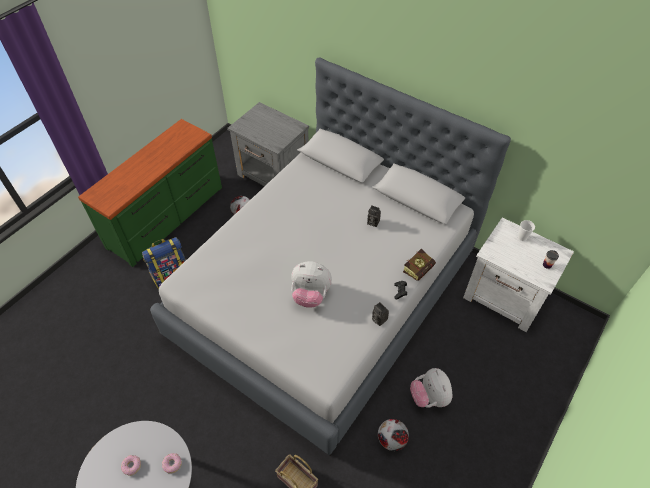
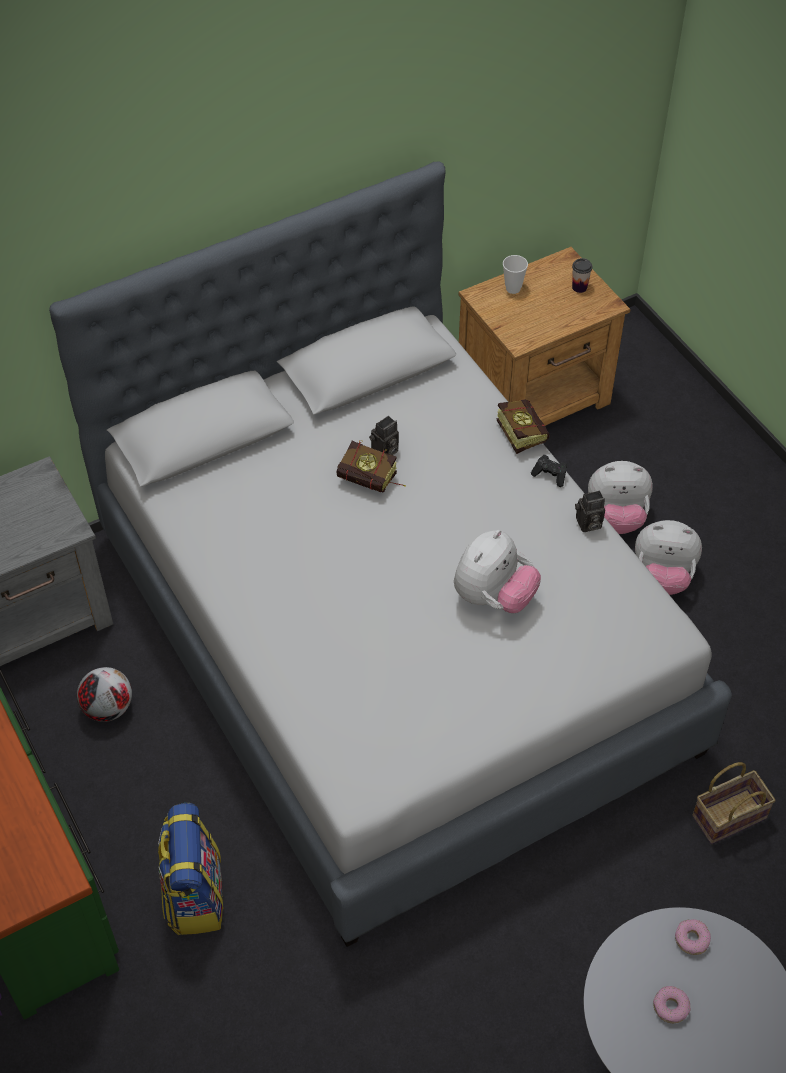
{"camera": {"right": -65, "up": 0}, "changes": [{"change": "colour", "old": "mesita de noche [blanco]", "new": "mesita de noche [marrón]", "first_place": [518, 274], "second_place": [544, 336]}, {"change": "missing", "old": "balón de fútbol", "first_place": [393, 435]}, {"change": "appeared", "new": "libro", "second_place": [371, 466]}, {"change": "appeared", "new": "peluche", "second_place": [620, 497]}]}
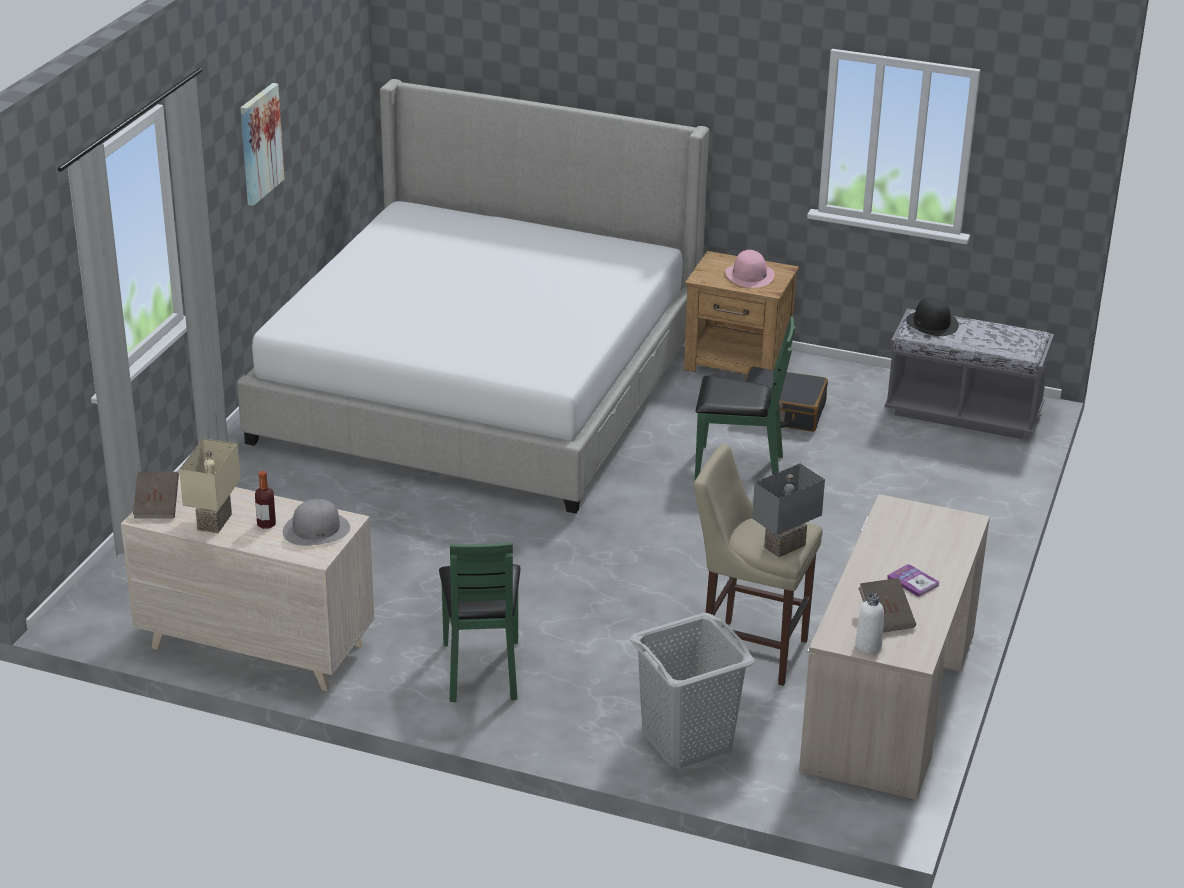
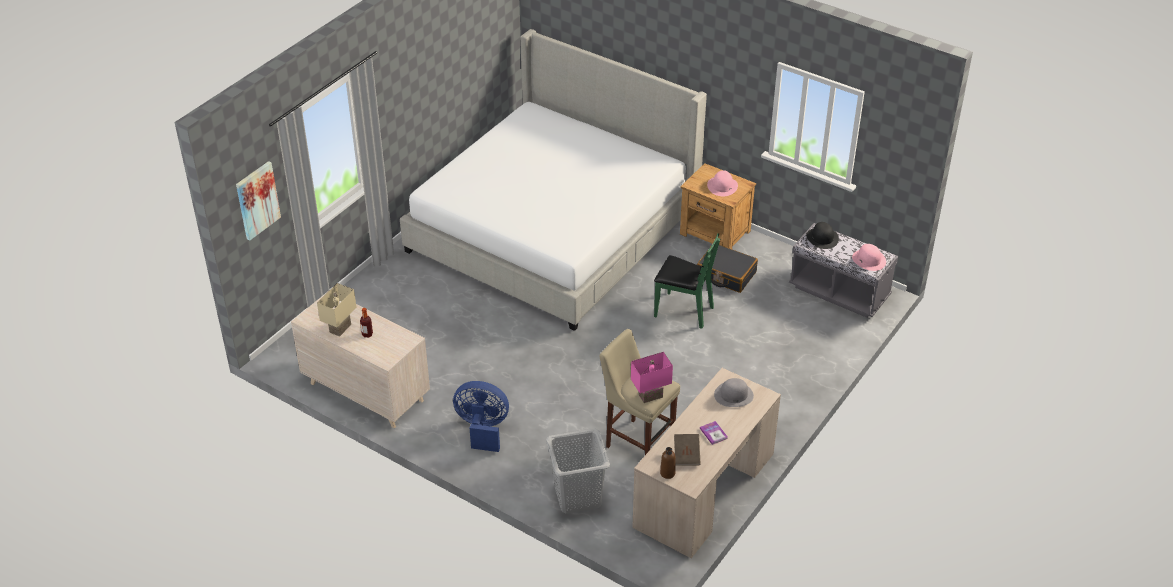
{"camera": {"right": 15, "up": 10}, "changes": [{"change": "relocated", "old": "cuadro", "first_place": [262, 144], "second_place": [258, 201]}, {"change": "colour", "old": "lámpara de mesa [gris]", "new": "lámpara de mesa [rosa]", "first_place": [788, 510], "second_place": [652, 377]}, {"change": "missing", "old": "libro [marrón]", "first_place": [156, 495]}, {"change": "relocated", "old": "sombrero [gris]", "first_place": [316, 522], "second_place": [734, 392]}, {"change": "exchanged", "old": "silla [verde]", "new": "ventilador [azul]", "first_place": [480, 622], "second_place": [481, 416]}, {"change": "colour", "old": "botella [blanco]", "new": "botella [marrón]", "first_place": [869, 623], "second_place": [668, 463]}, {"change": "appeared", "new": "sombrero [rosa]", "second_place": [869, 257]}]}
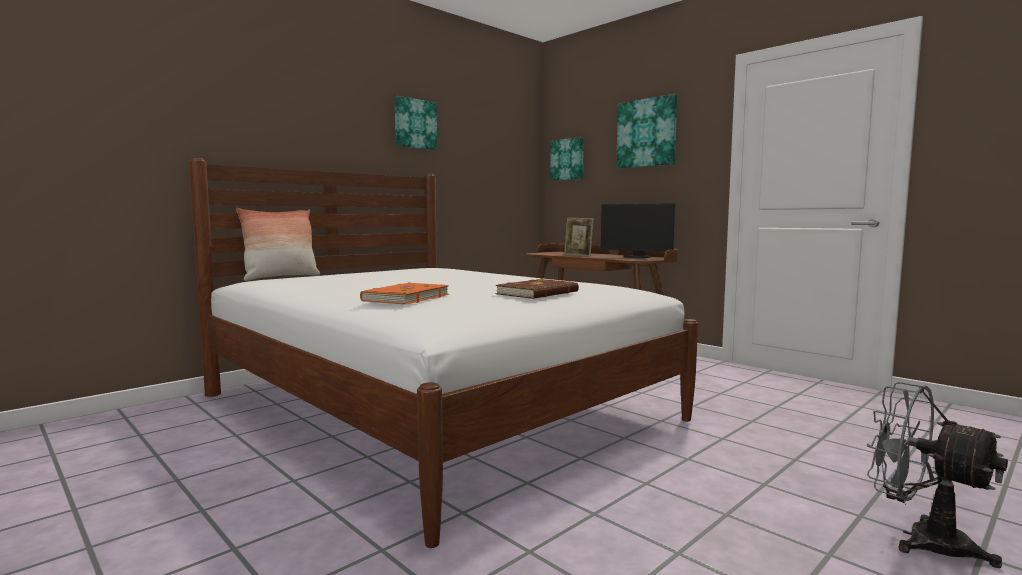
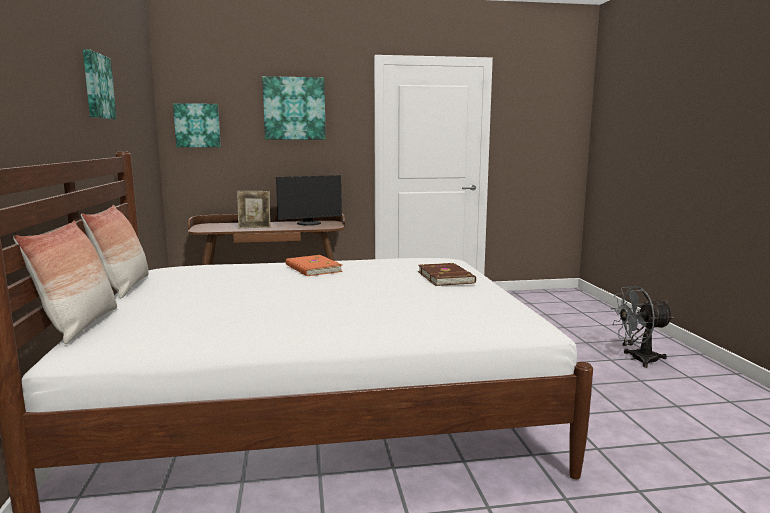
{"camera": {"right": -55, "up": 5}, "changes": [{"change": "relocated", "old": "libro [naranja]", "first_place": [404, 293], "second_place": [314, 265]}, {"change": "appeared", "new": "cojín", "second_place": [115, 251]}]}
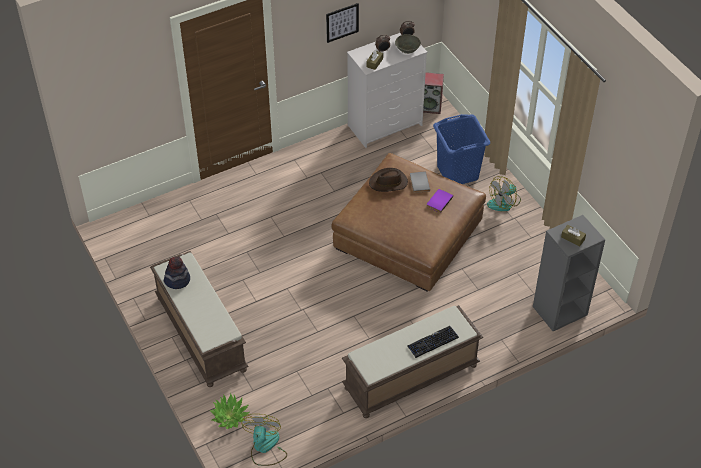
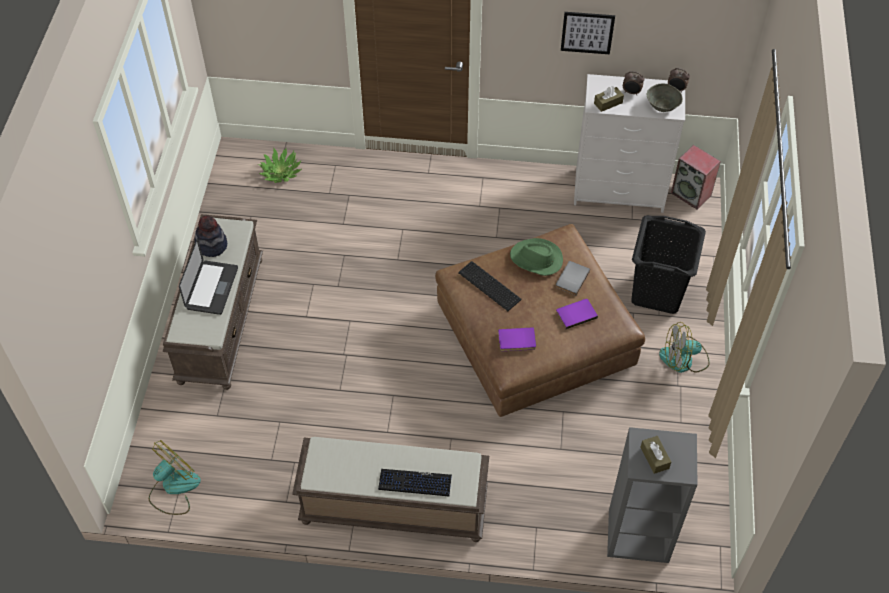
{"camera": {"right": 35, "up": 5}, "changes": [{"change": "colour", "old": "cesto de la ropa [azul]", "new": "cesto de la ropa [negro]", "first_place": [461, 149], "second_place": [669, 264]}, {"change": "colour", "old": "sombrero [marrón]", "new": "sombrero [verde]", "first_place": [388, 180], "second_place": [536, 257]}, {"change": "relocated", "old": "planta en maceta", "first_place": [229, 411], "second_place": [280, 166]}, {"change": "appeared", "new": "portátil", "second_place": [208, 276]}, {"change": "appeared", "new": "teclado", "second_place": [490, 286]}, {"change": "appeared", "new": "libro [morado]", "second_place": [517, 339]}]}
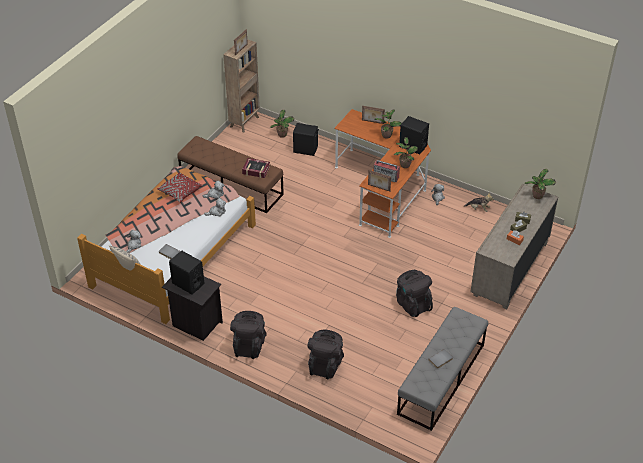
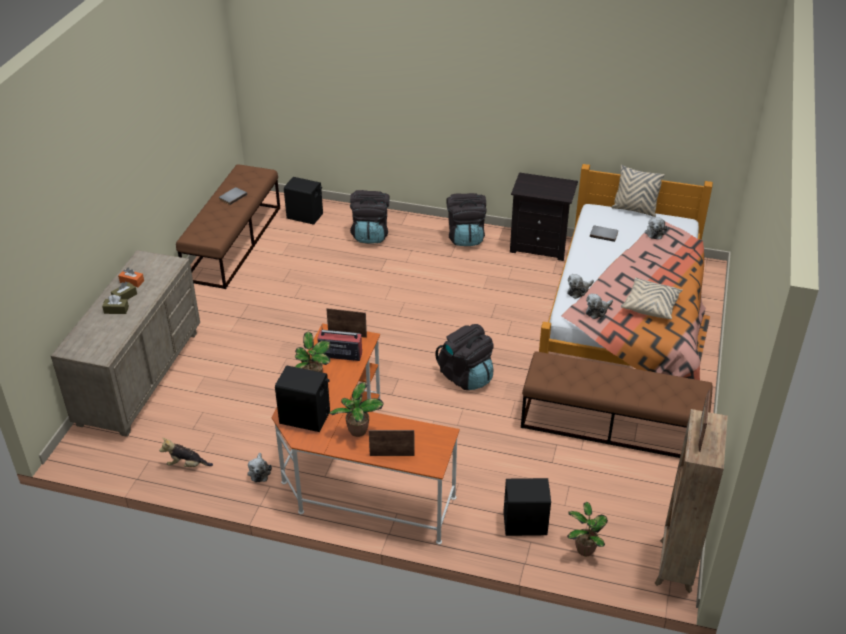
{"camera": {"right": 165, "up": -5}, "changes": [{"change": "missing", "old": "libro", "first_place": [256, 168]}, {"change": "missing", "old": "planta en maceta", "first_place": [540, 184]}, {"change": "colour", "old": "cojín [rojo]", "new": "cojín [beis]", "first_place": [180, 188], "second_place": [652, 298]}, {"change": "relocated", "old": "altavoz [negro]", "first_place": [186, 272], "second_place": [303, 201]}, {"change": "relocated", "old": "mochila [negro]", "first_place": [414, 293], "second_place": [464, 357]}, {"change": "colour", "old": "banco [gris]", "new": "banco [marrón]", "first_place": [442, 369], "second_place": [228, 226]}]}
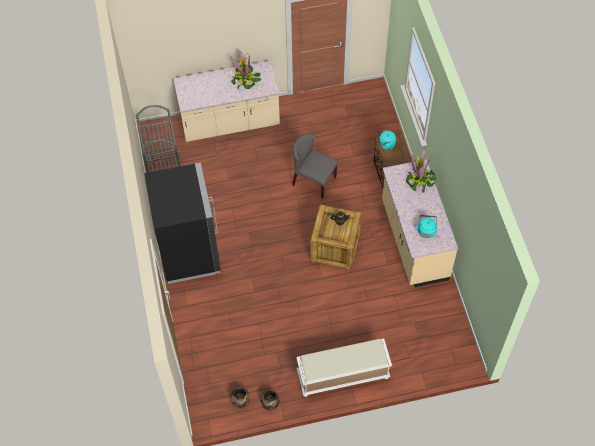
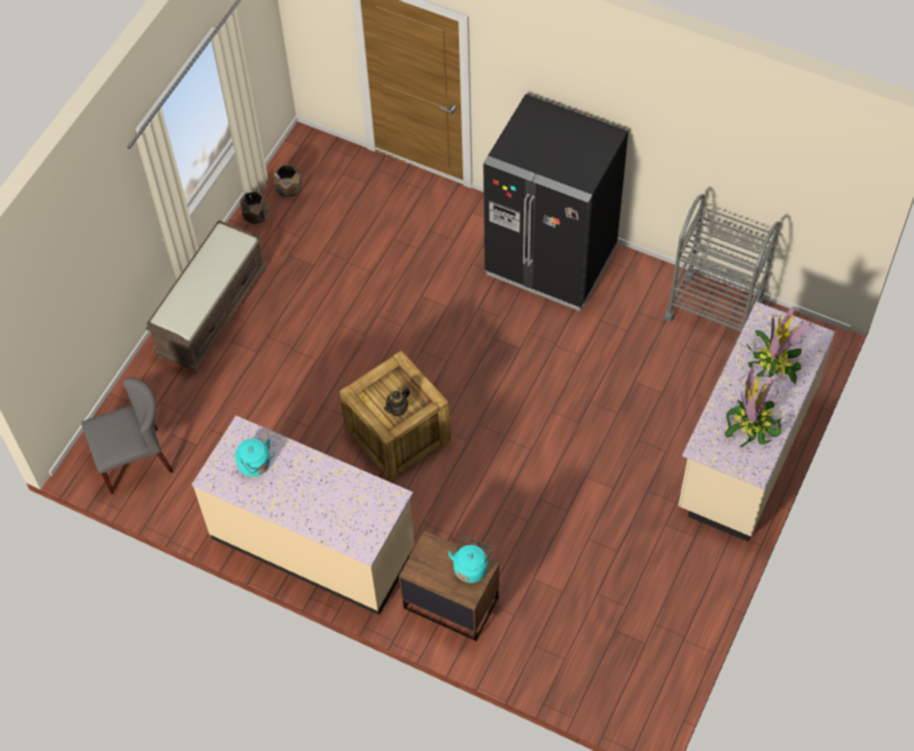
{"camera": {"right": 130, "up": 0}, "changes": [{"change": "relocated", "old": "silla [gris]", "first_place": [315, 166], "second_place": [128, 435]}, {"change": "relocated", "old": "planta en maceta", "first_place": [421, 171], "second_place": [778, 345]}, {"change": "colour", "old": "banco [blanco]", "new": "banco [marrón]", "first_place": [344, 367], "second_place": [206, 297]}]}
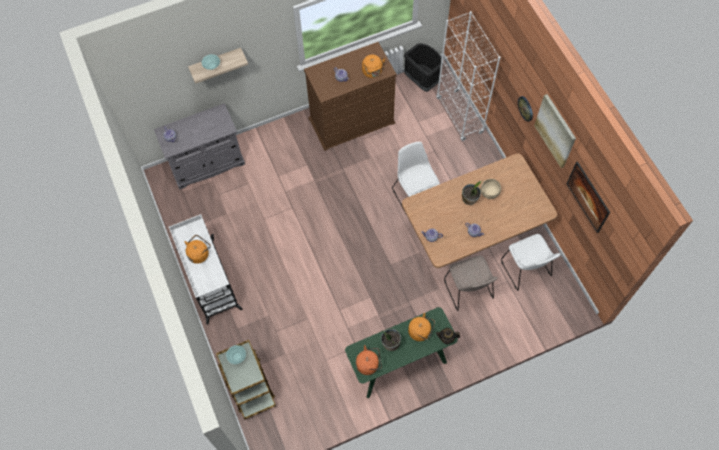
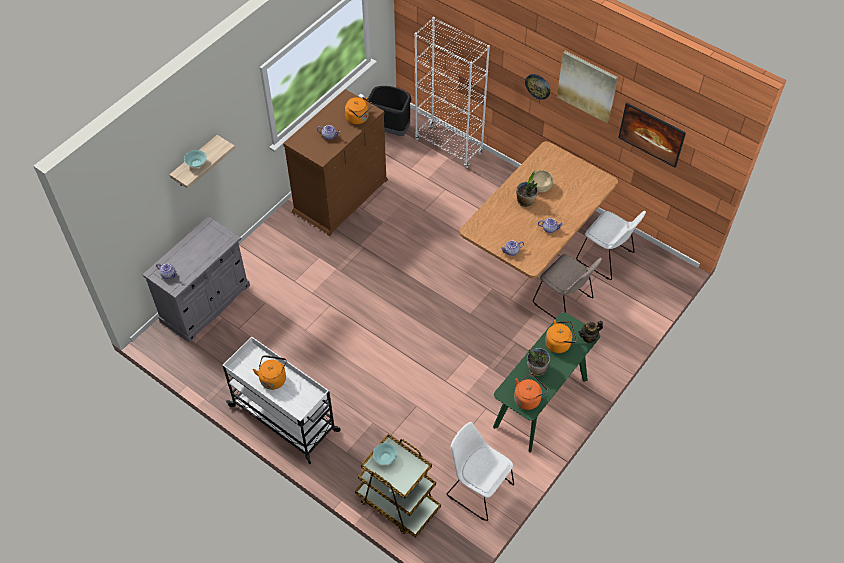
{"camera": {"right": -30, "up": -10}, "changes": [{"change": "relocated", "old": "silla [blanco]", "first_place": [416, 178], "second_place": [480, 471]}]}
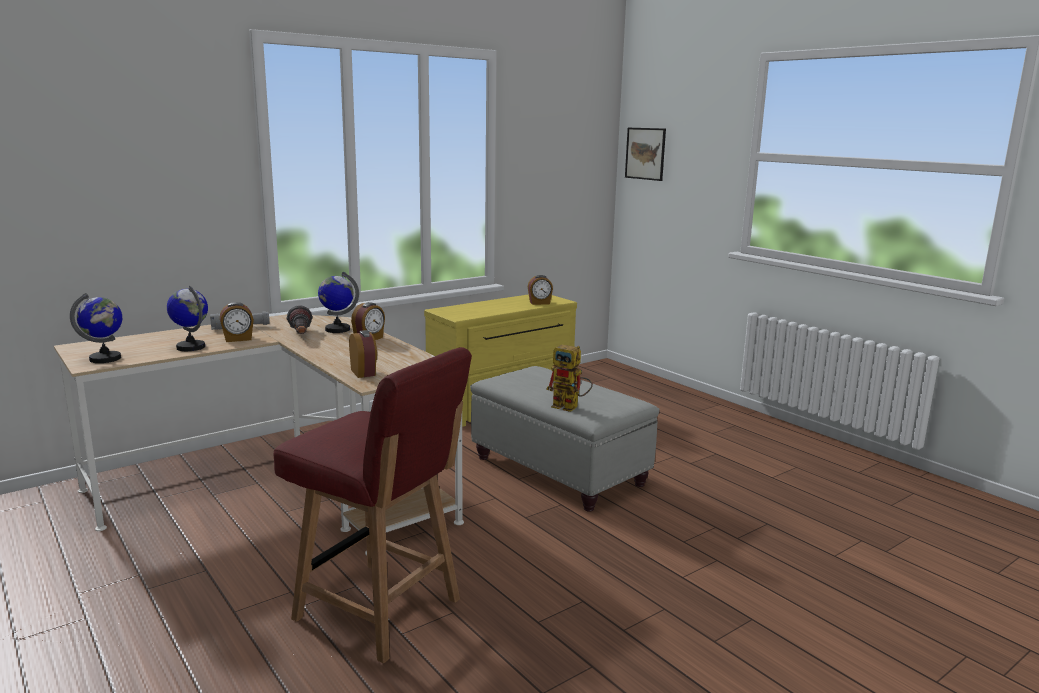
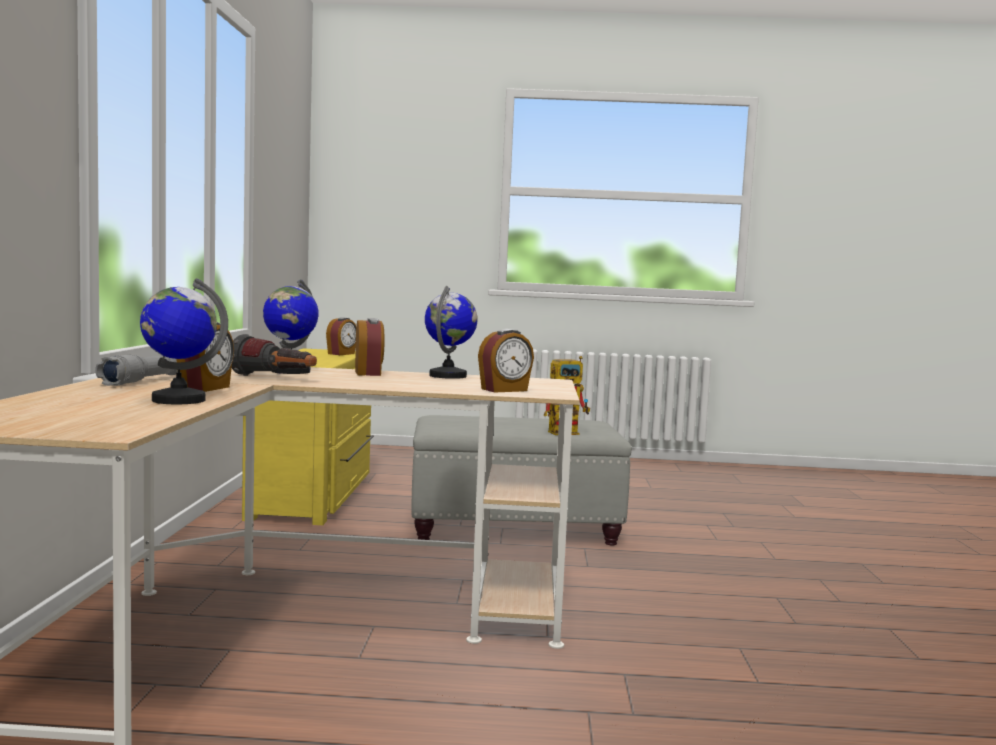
{"camera": {"right": -50, "up": -10}, "changes": [{"change": "missing", "old": "cuadro", "first_place": [645, 154]}, {"change": "relocated", "old": "globo terráqueo", "first_place": [96, 328], "second_place": [451, 332]}, {"change": "spun", "old": "despertador", "first_place": [363, 354], "second_place": [506, 361], "degrees": 135}, {"change": "missing", "old": "silla [rojo]", "first_place": [373, 505]}]}
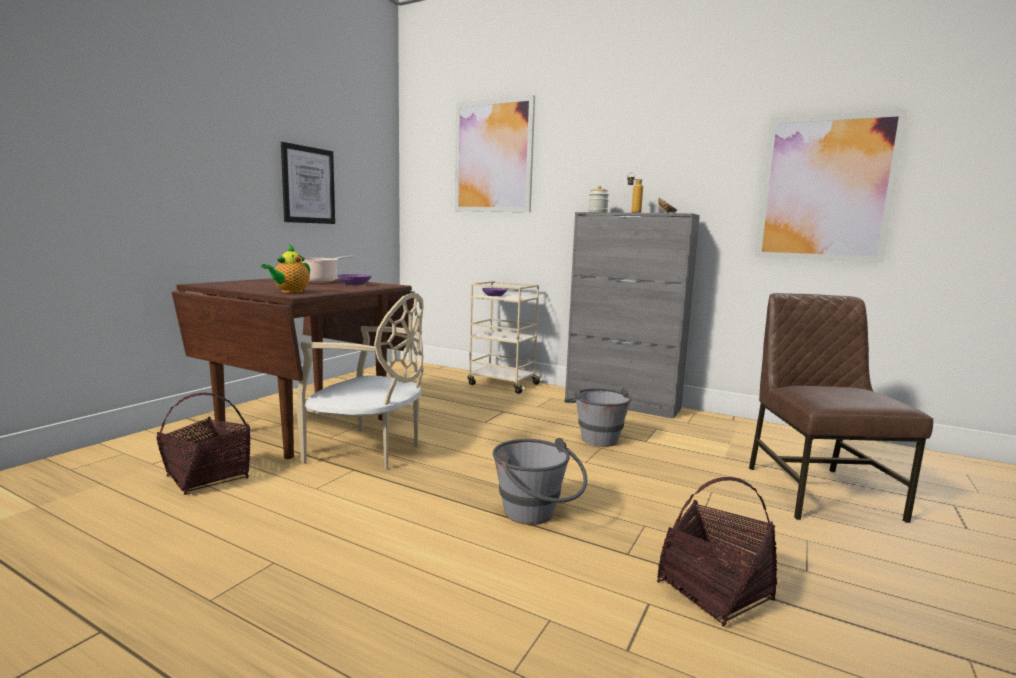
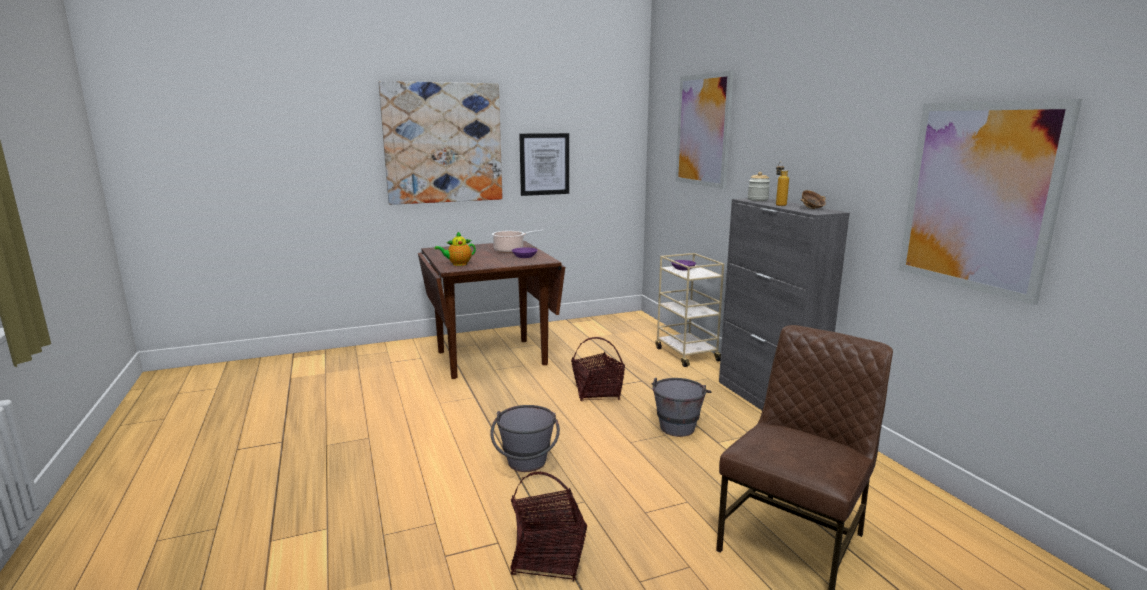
{"camera": {"right": 40, "up": 5}, "changes": [{"change": "missing", "old": "silla [beis]", "first_place": [360, 381]}, {"change": "relocated", "old": "cesta", "first_place": [203, 444], "second_place": [598, 369]}, {"change": "appeared", "new": "cuadro", "second_place": [441, 143]}]}
